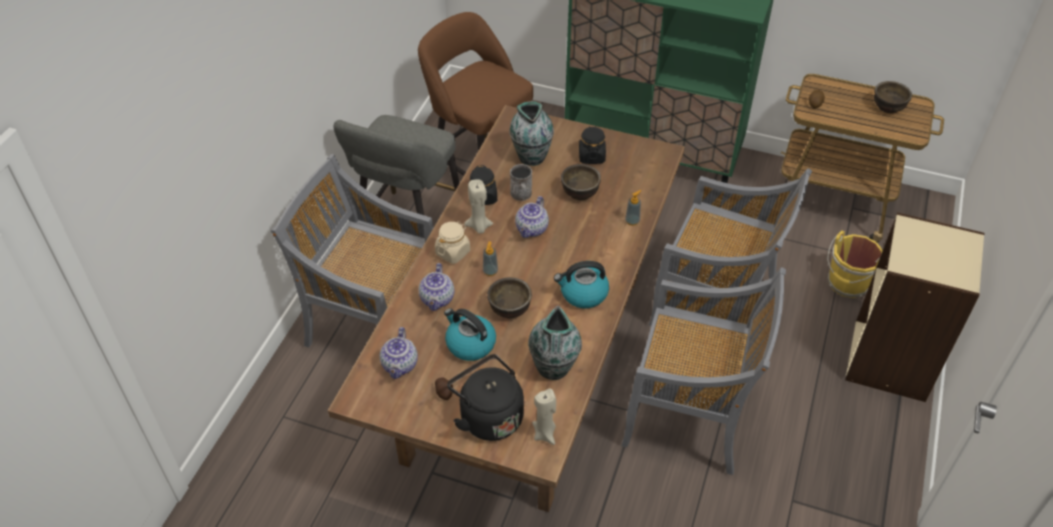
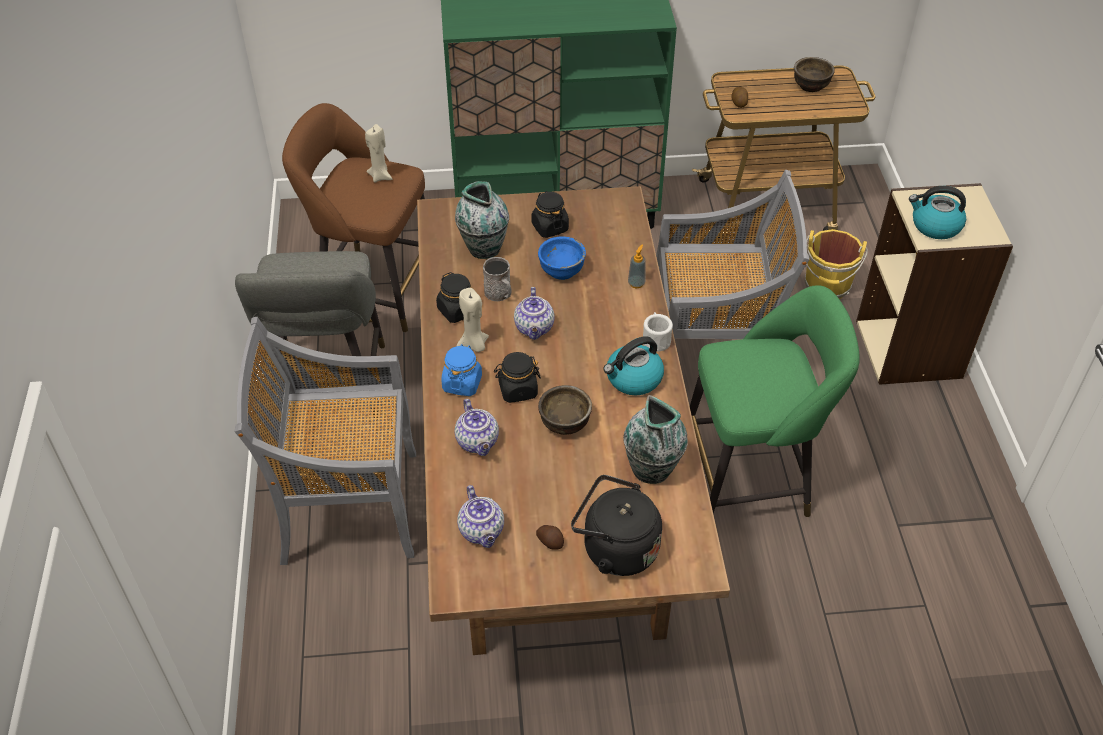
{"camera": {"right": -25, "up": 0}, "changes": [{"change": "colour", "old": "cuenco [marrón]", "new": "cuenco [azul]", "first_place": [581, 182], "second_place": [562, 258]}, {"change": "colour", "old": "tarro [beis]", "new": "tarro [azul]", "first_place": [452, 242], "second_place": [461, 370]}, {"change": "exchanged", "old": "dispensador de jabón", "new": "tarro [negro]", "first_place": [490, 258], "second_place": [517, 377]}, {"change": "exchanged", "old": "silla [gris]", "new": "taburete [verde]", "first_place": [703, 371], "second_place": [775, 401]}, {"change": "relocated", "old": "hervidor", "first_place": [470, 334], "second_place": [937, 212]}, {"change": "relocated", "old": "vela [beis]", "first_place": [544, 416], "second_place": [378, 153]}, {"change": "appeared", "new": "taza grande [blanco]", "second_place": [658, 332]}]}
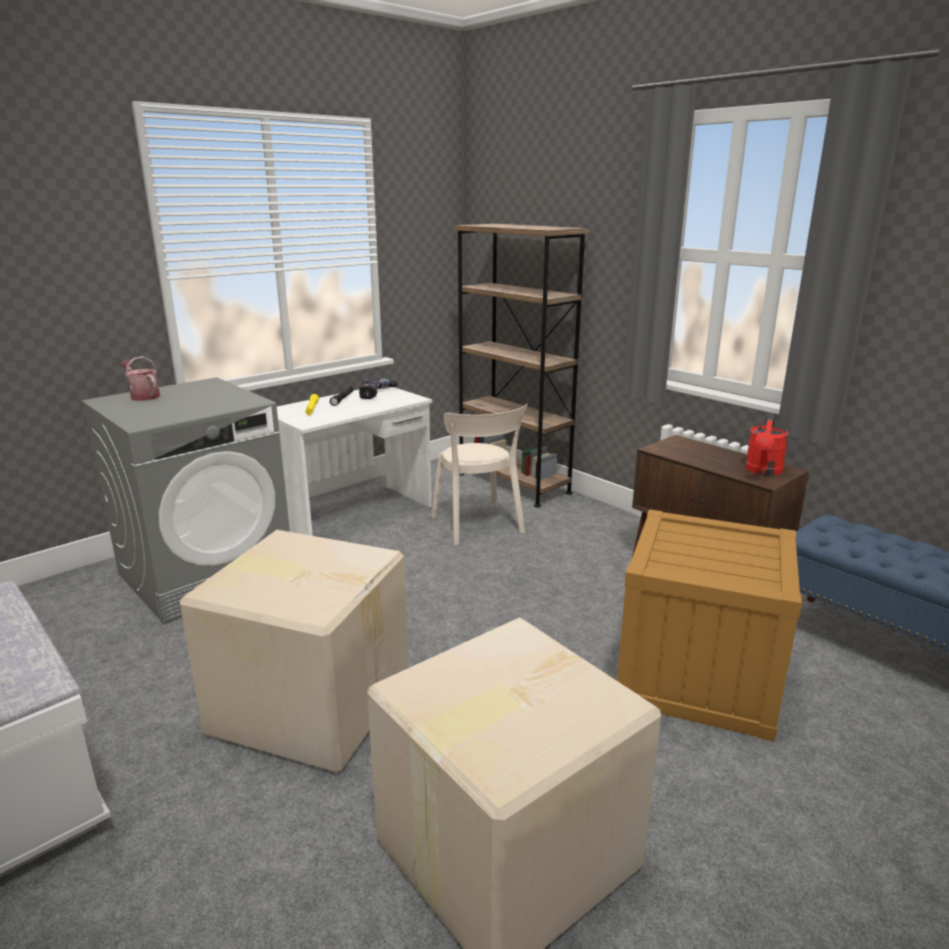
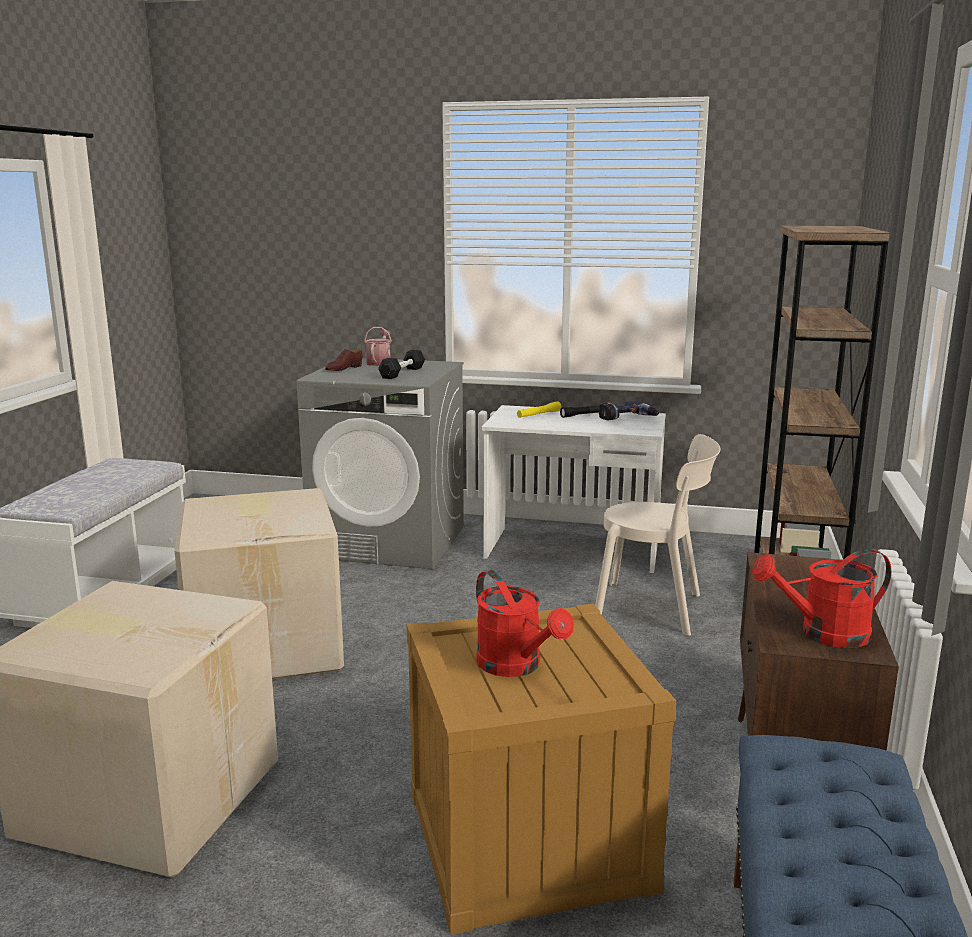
{"camera": {"right": 55, "up": -5}, "changes": [{"change": "spun", "old": "silla [beis]", "first_place": [479, 474], "second_place": [658, 535], "degrees": -105}, {"change": "appeared", "new": "zapato [marrón]", "second_place": [344, 360]}, {"change": "appeared", "new": "mancuerna [negro]", "second_place": [401, 364]}, {"change": "appeared", "new": "regadera [rojo]", "second_place": [525, 623]}]}
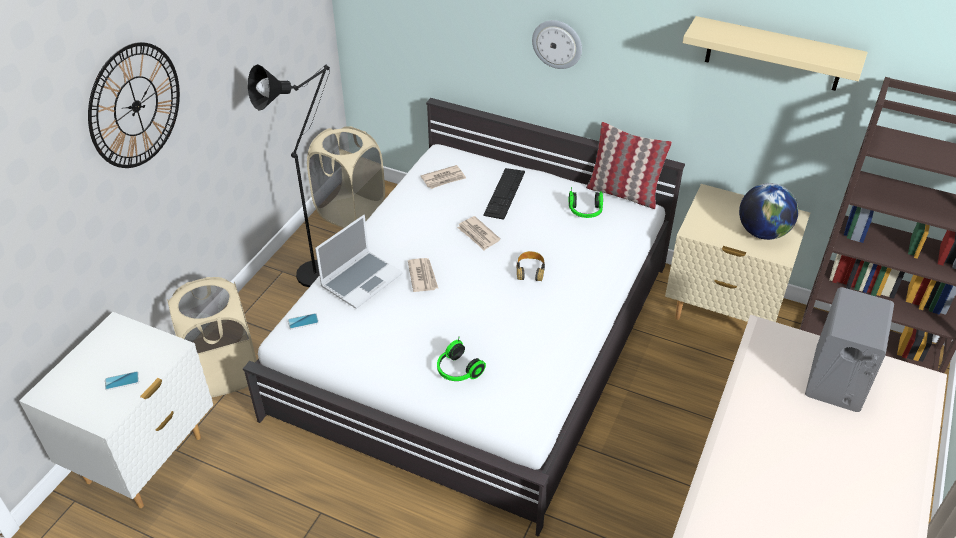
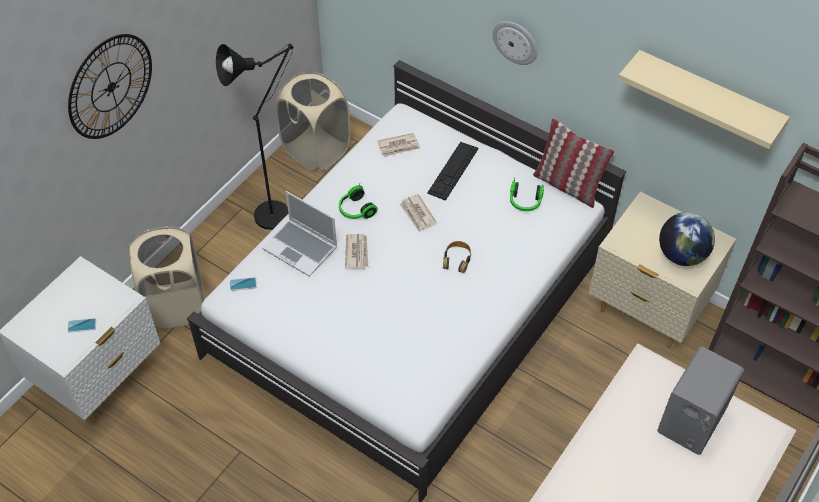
{"camera": {"right": 10, "up": 10}, "changes": [{"change": "spun", "old": "portátil", "first_place": [358, 262], "second_place": [299, 234], "degrees": 75}, {"change": "relocated", "old": "auriculares", "first_place": [461, 358], "second_place": [358, 202]}]}
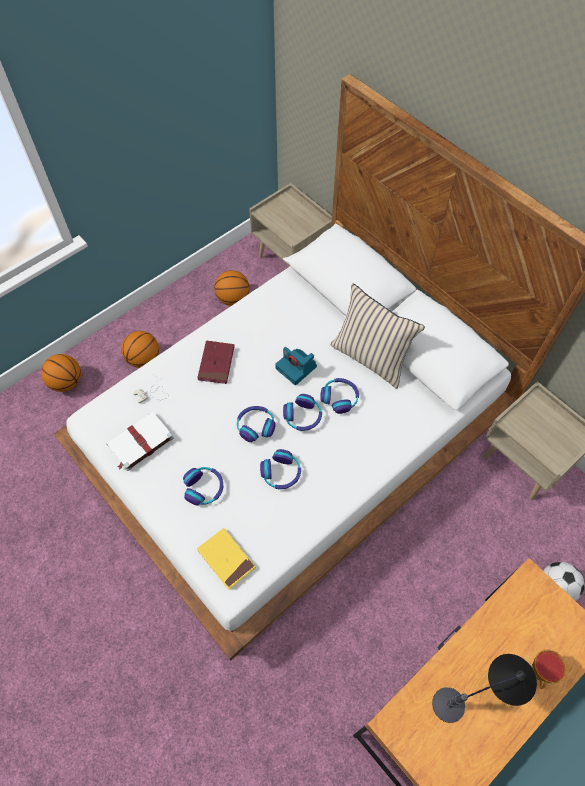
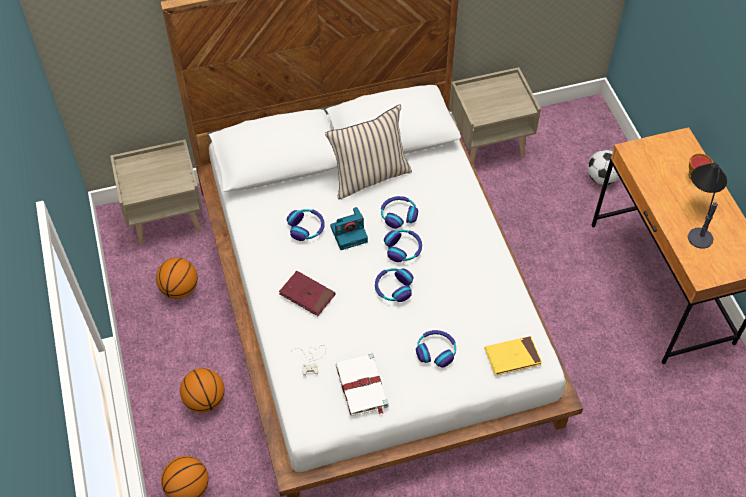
{"camera": {"right": -65, "up": -5}, "changes": [{"change": "relocated", "old": "auriculares", "first_place": [280, 469], "second_place": [306, 225]}]}
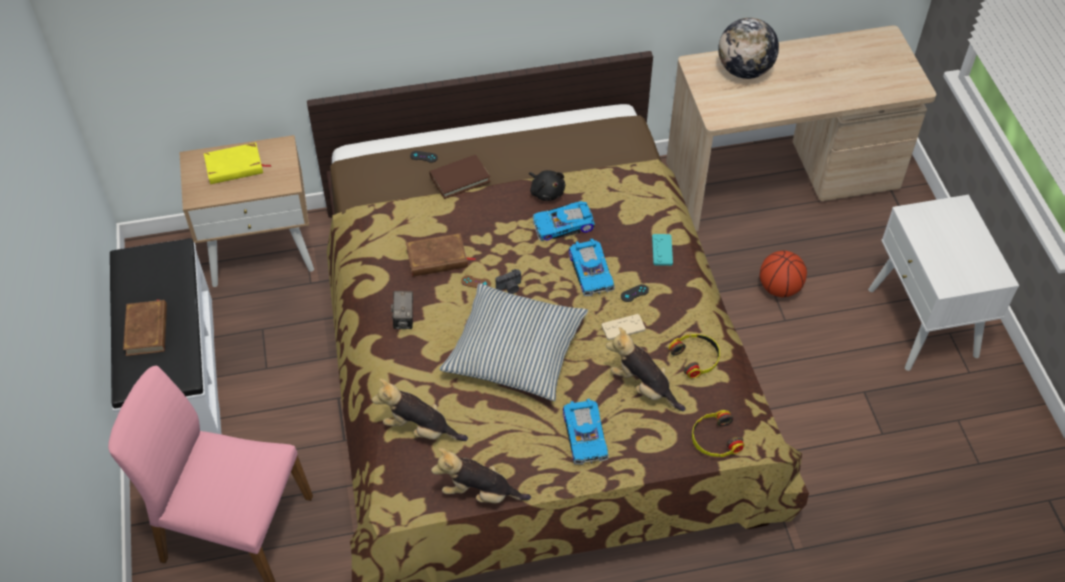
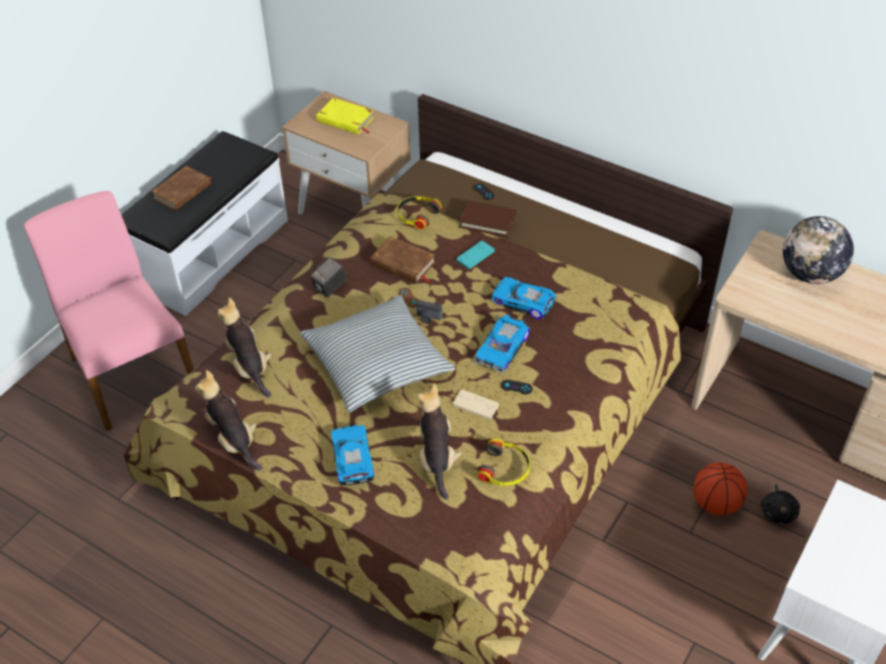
{"camera": {"right": 45, "up": -5}, "changes": [{"change": "relocated", "old": "peluche [negro]", "first_place": [547, 185], "second_place": [780, 504]}, {"change": "relocated", "old": "mando de consola [turquesa]", "first_place": [662, 250], "second_place": [476, 255]}, {"change": "spun", "old": "coche de juguete", "first_place": [586, 432], "second_place": [352, 455], "degrees": 135}, {"change": "relocated", "old": "auriculares", "first_place": [718, 433], "second_place": [419, 213]}]}
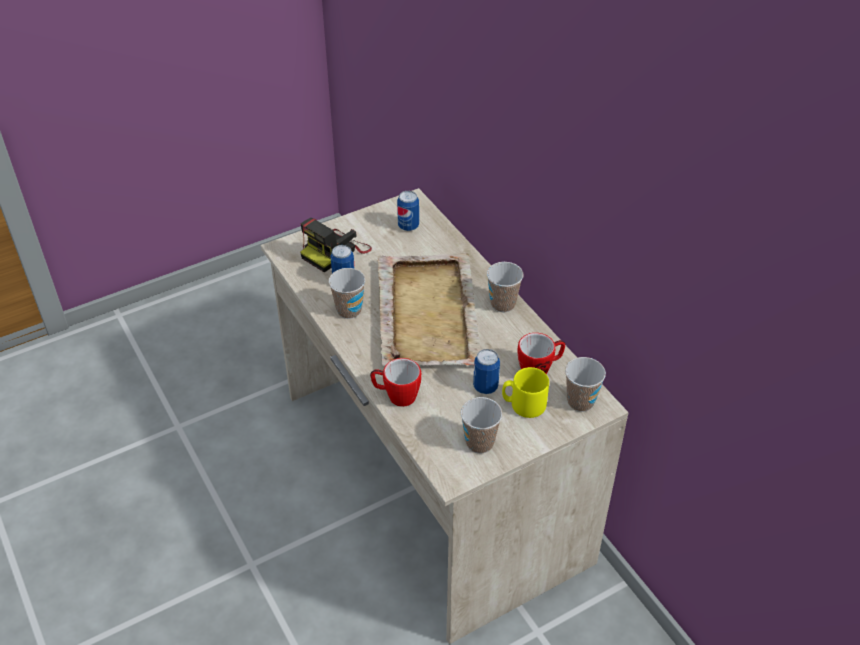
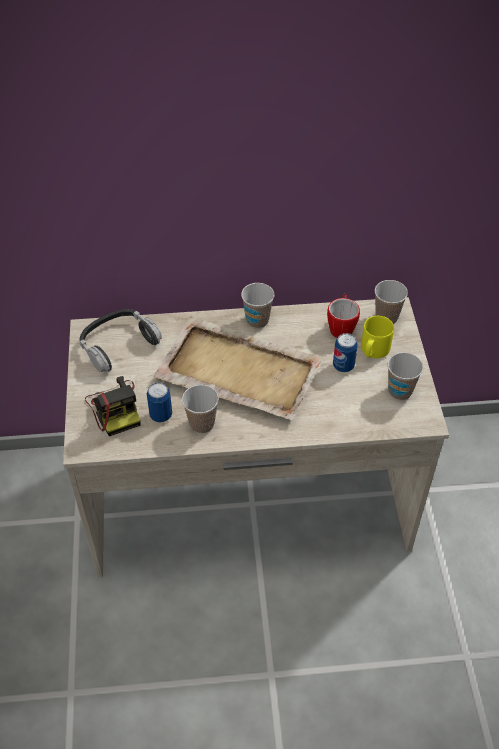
{"camera": {"right": -65, "up": 5}, "changes": [{"change": "exchanged", "old": "lata", "new": "auriculares", "first_place": [408, 211], "second_place": [121, 340]}, {"change": "missing", "old": "taza grande", "first_place": [396, 382]}]}
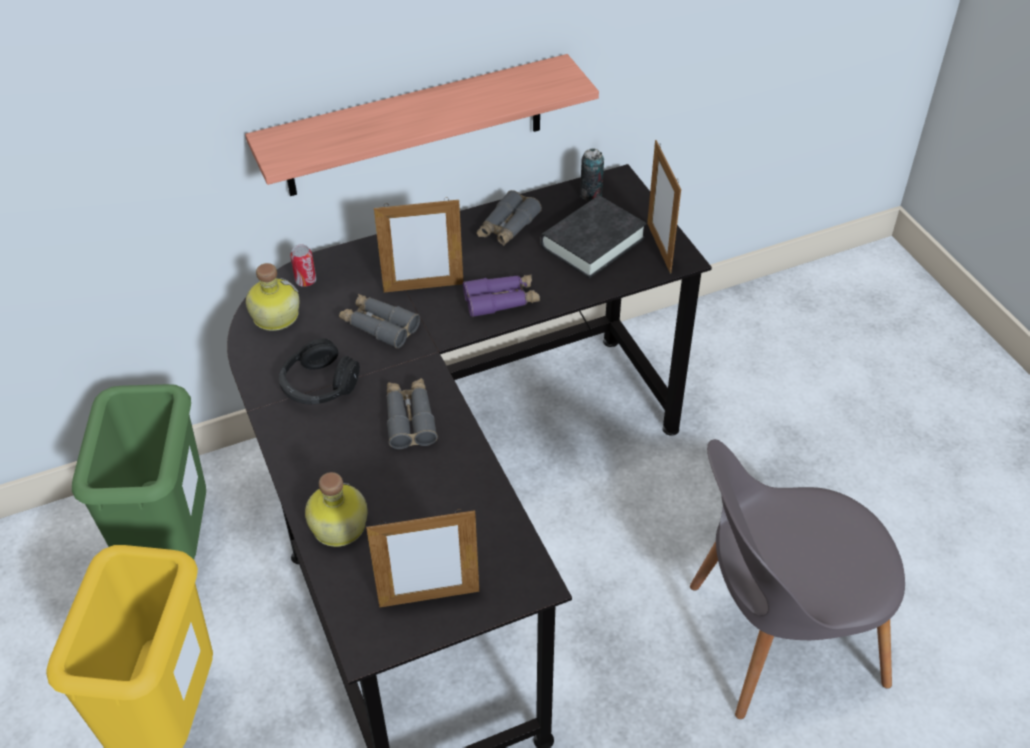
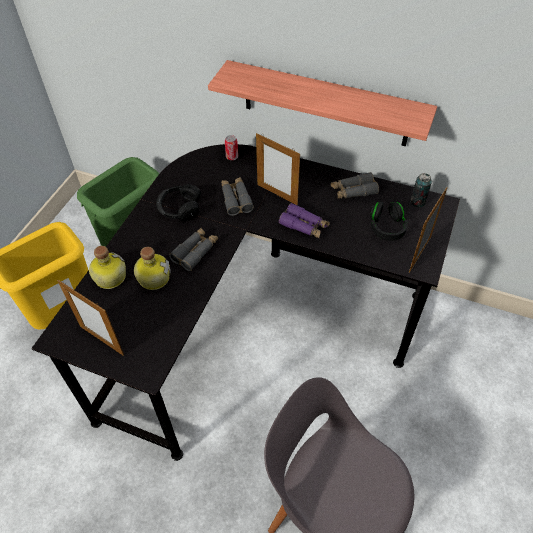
{"camera": {"right": 45, "up": 5}, "changes": [{"change": "exchanged", "old": "libro [negro]", "new": "auriculares [negro]", "first_place": [594, 237], "second_place": [389, 221]}, {"change": "relocated", "old": "botella", "first_place": [272, 297], "second_place": [152, 268]}]}
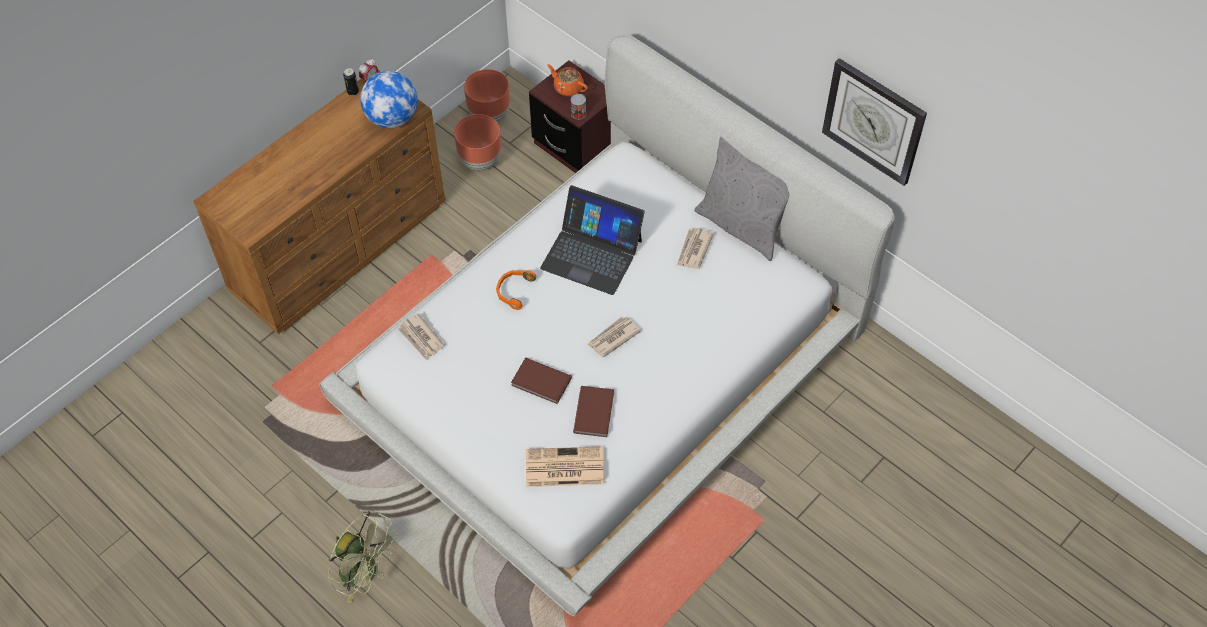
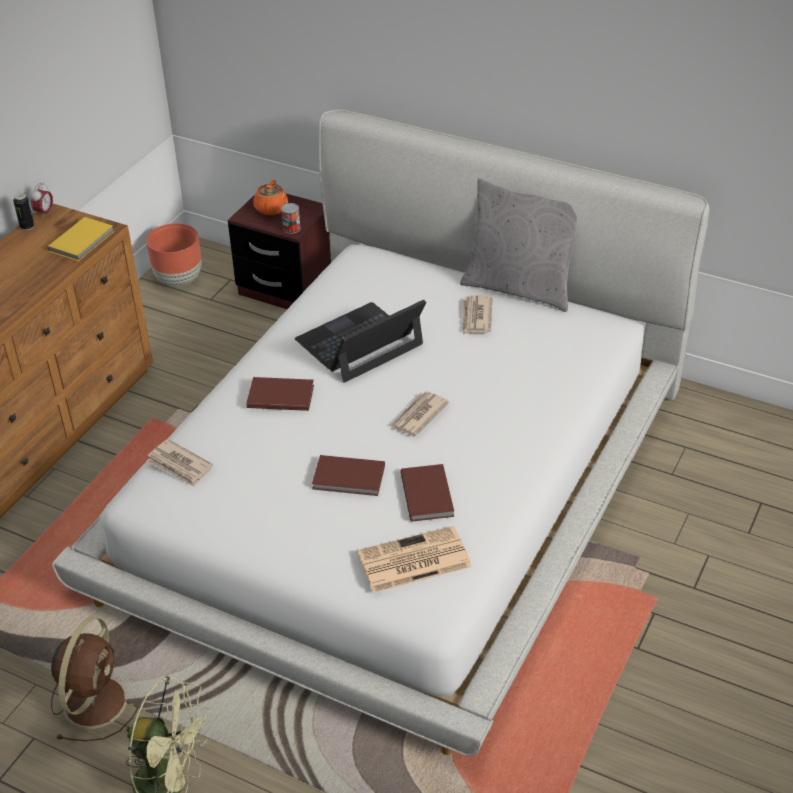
{"camera": {"right": -15, "up": -15}, "changes": [{"change": "missing", "old": "reloj de pared", "first_place": [874, 122]}, {"change": "spun", "old": "tetera [naranja]", "first_place": [567, 80], "second_place": [270, 197], "degrees": -105}, {"change": "exchanged", "old": "globo terráqueo", "new": "libro [amarillo]", "first_place": [389, 99], "second_place": [80, 239]}, {"change": "missing", "old": "maceta [marrón]", "first_place": [477, 142]}, {"change": "spun", "old": "portátil", "first_place": [592, 240], "second_place": [360, 341], "degrees": 135}, {"change": "exchanged", "old": "auriculares [naranja]", "new": "libro [marrón]", "first_place": [516, 290], "second_place": [280, 394]}, {"change": "appeared", "new": "ventilador [marrón]", "second_place": [94, 678]}]}
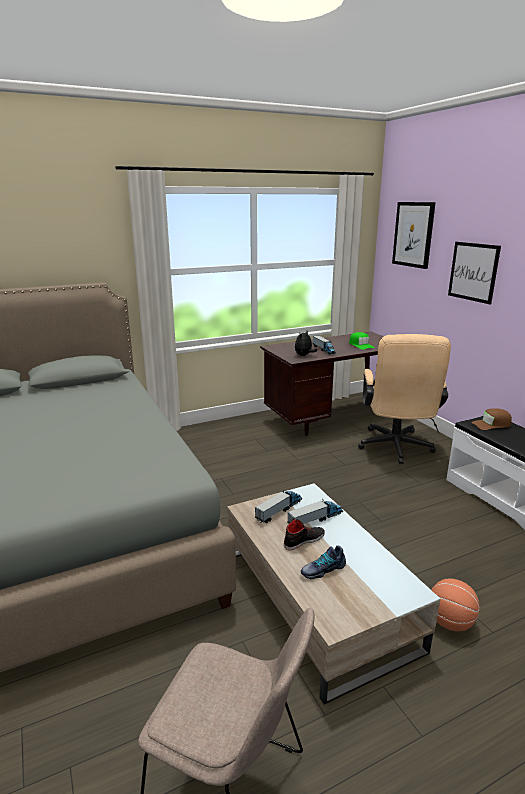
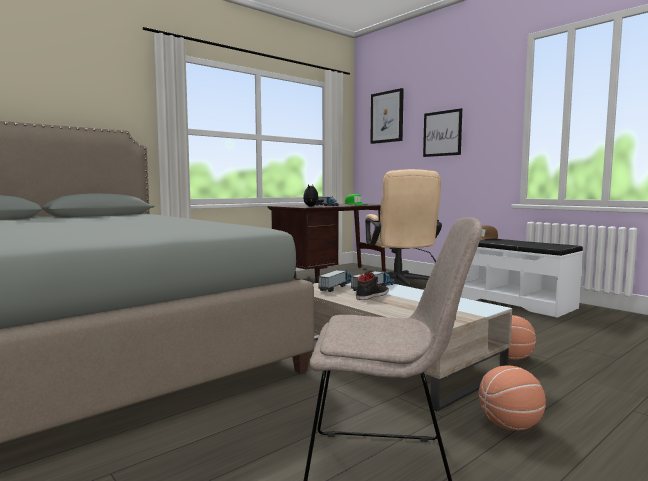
{"camera": {"right": -15, "up": -15}, "changes": [{"change": "missing", "old": "zapato", "first_place": [323, 562]}, {"change": "appeared", "new": "balón de baloncesto", "second_place": [512, 398]}]}
